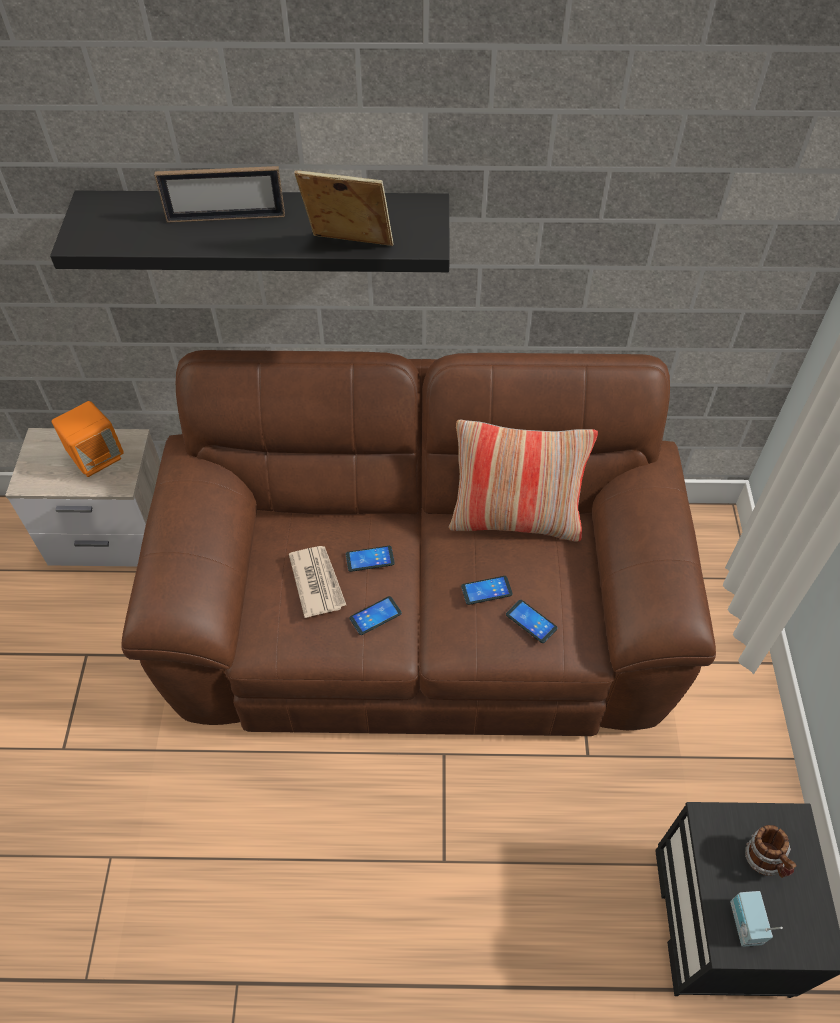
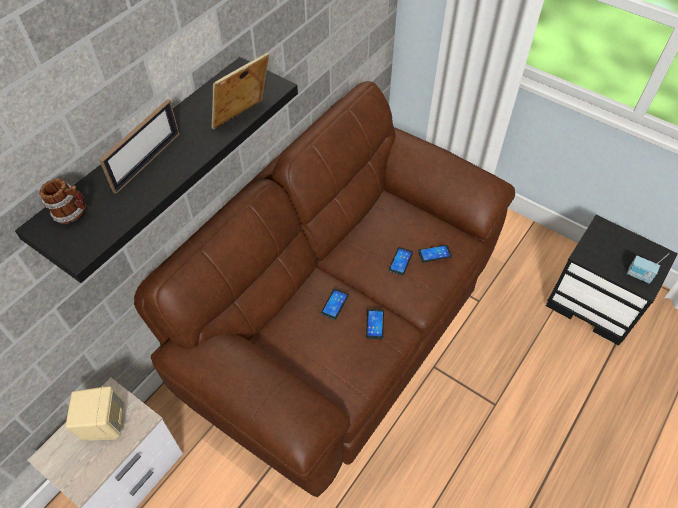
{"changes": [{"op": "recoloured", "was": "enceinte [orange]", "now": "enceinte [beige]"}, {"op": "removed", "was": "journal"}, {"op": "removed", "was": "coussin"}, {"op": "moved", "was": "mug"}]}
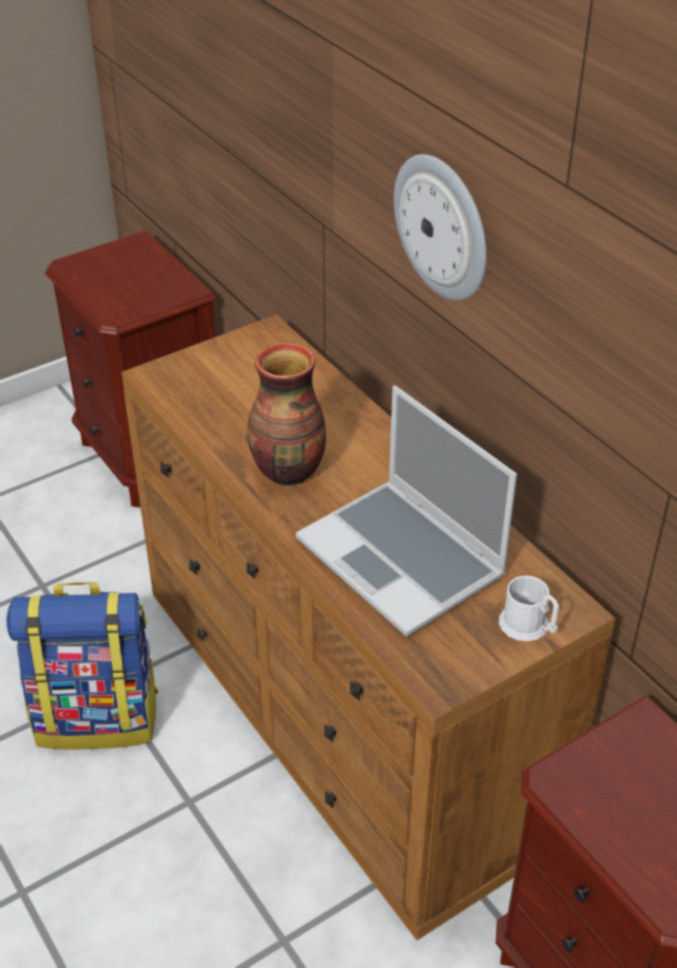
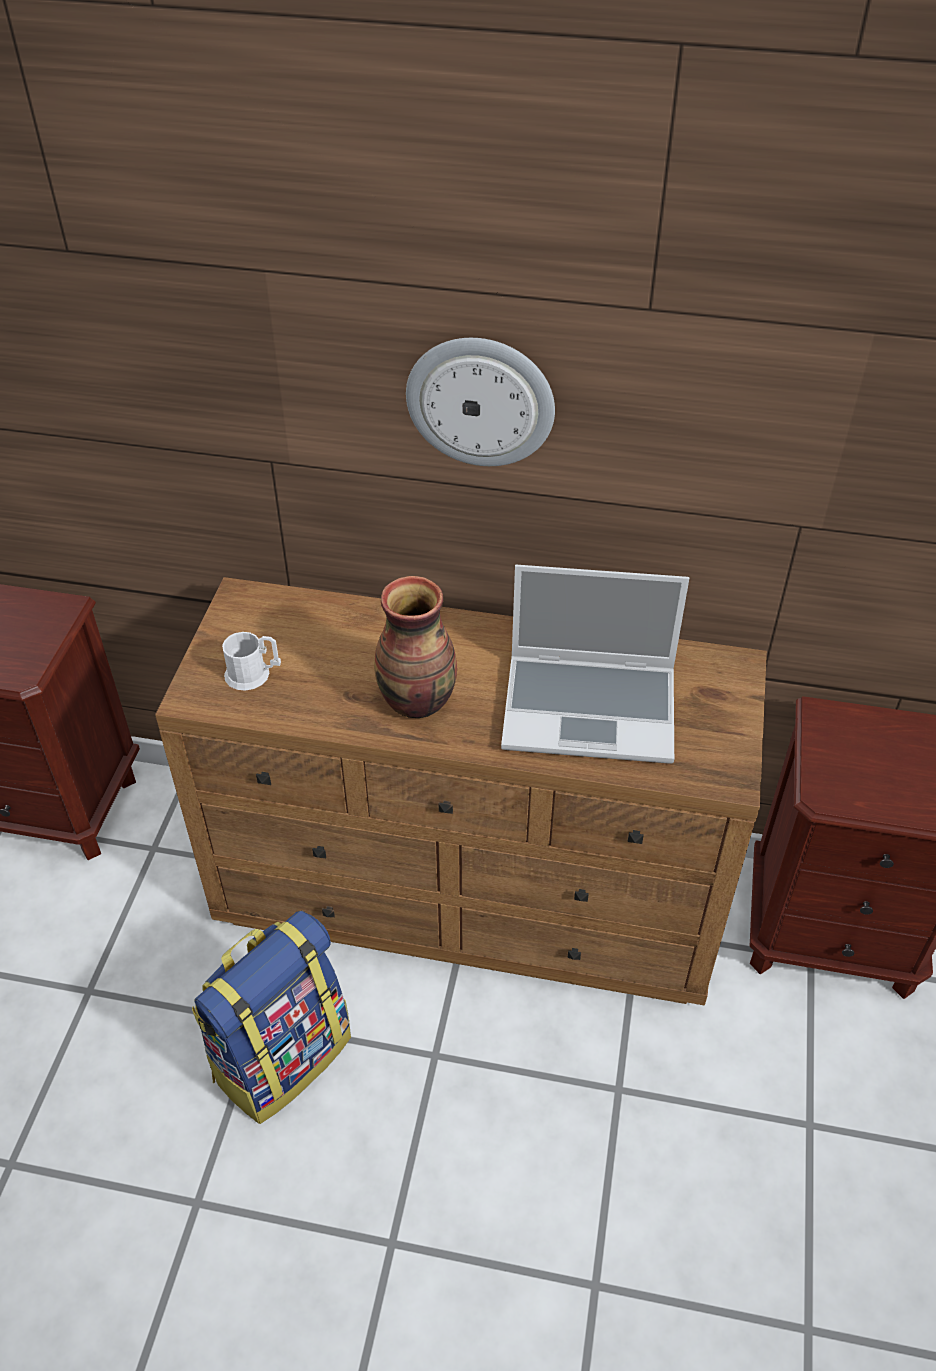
{"changes": [{"op": "moved", "was": "mug [blanc]"}]}
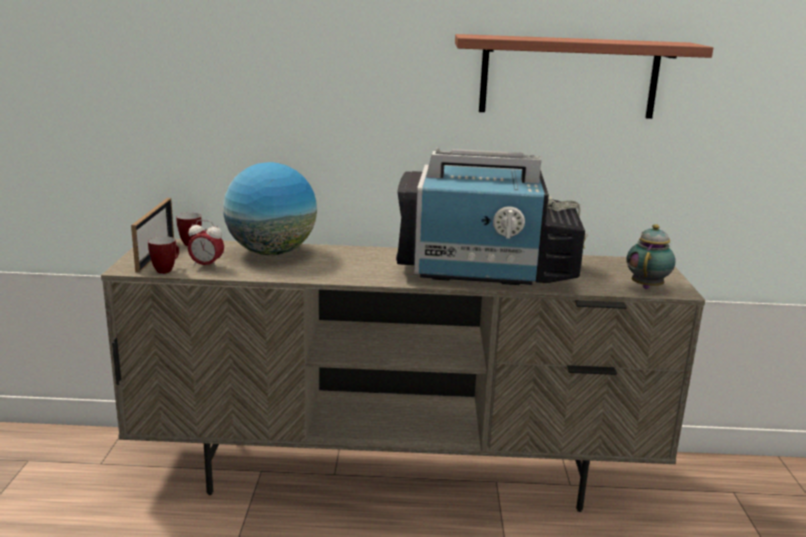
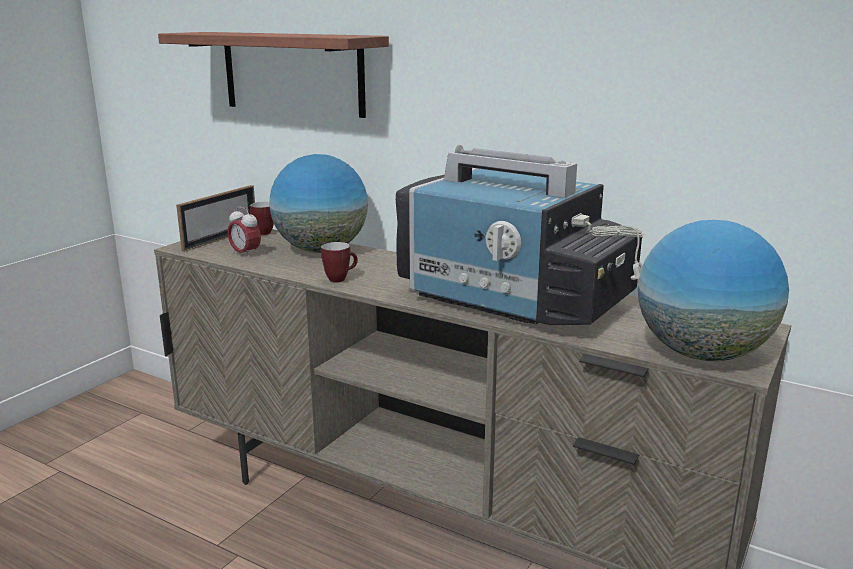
{"changes": [{"op": "moved", "was": "mug (1st from left in the first image)", "now": "mug (2nd from left)"}, {"op": "moved", "was": "étagère"}, {"op": "replaced", "was": "théière", "now": "globe (2nd from left)"}]}
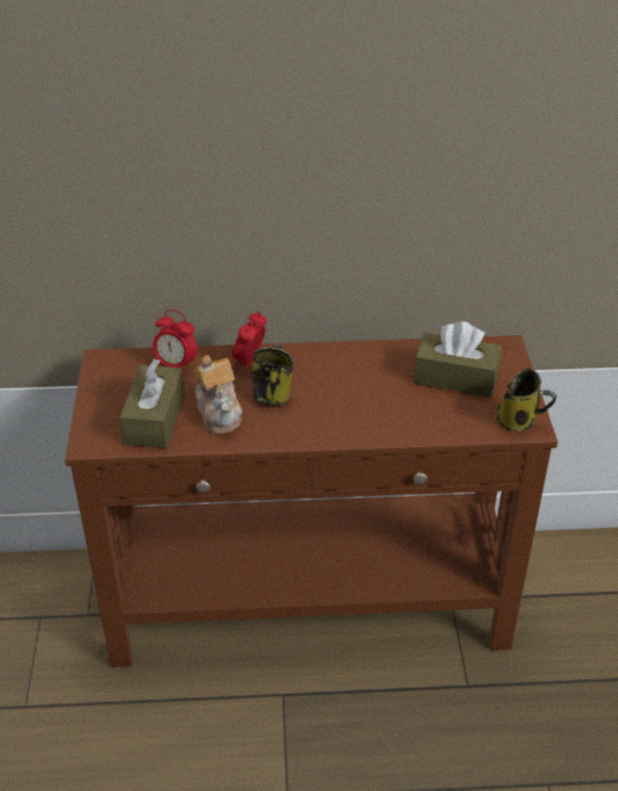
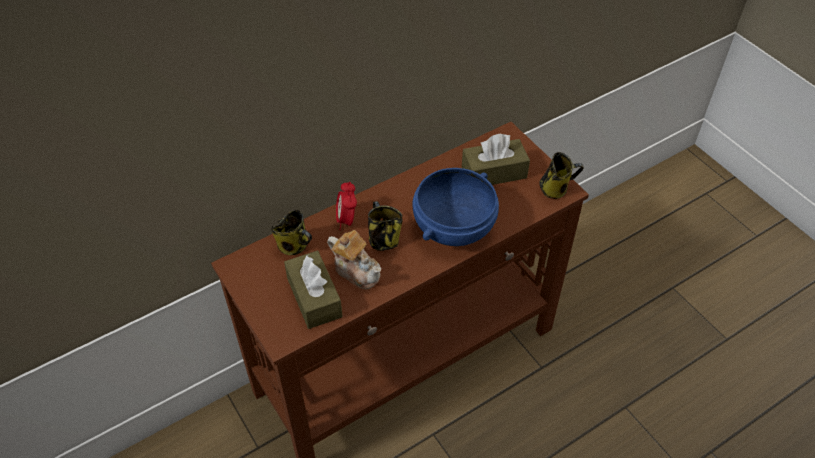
{"changes": [{"op": "replaced", "was": "réveil (1st from left)", "now": "mug (1st from left)"}, {"op": "added", "now": "bol [bleu]"}]}
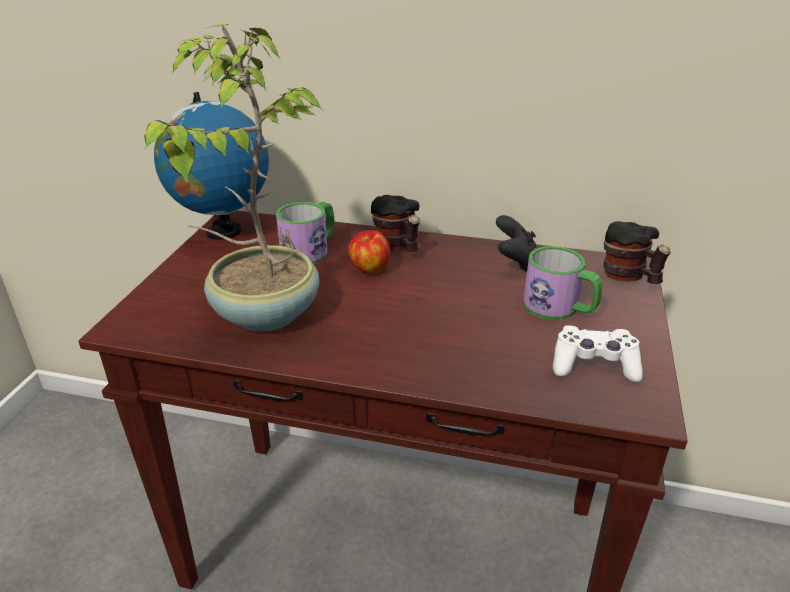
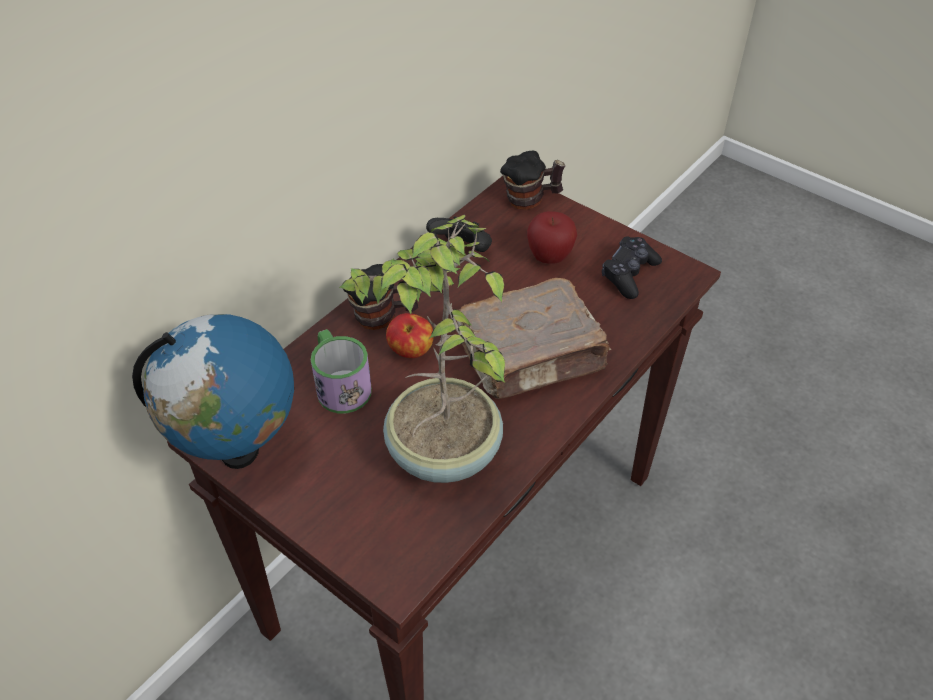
{"changes": [{"op": "replaced", "was": "mug (3rd from left)", "now": "pomme (2nd from left)"}, {"op": "recoloured", "was": "manette [blanc]", "now": "manette [noir] (2nd from left)"}, {"op": "added", "now": "livre [marron]"}]}
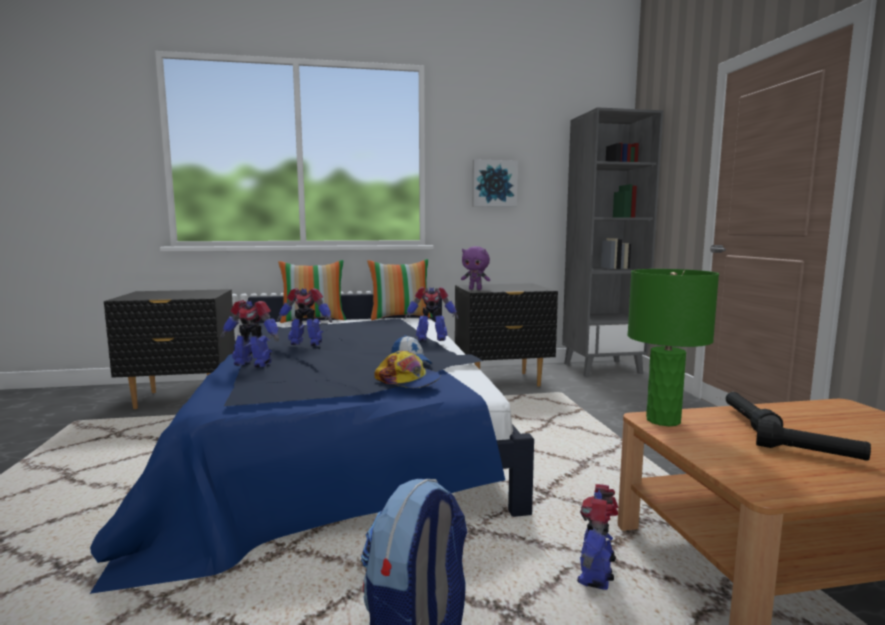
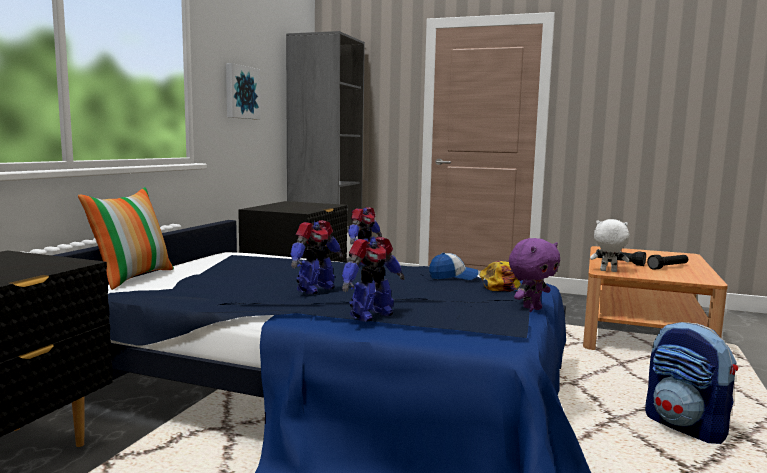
{"changes": [{"op": "removed", "was": "coussin (2nd from left)"}, {"op": "moved", "was": "peluche [violet]"}, {"op": "removed", "was": "robot jouet (4th from left)"}, {"op": "replaced", "was": "lampe de table [vert]", "now": "peluche [blanc]"}]}
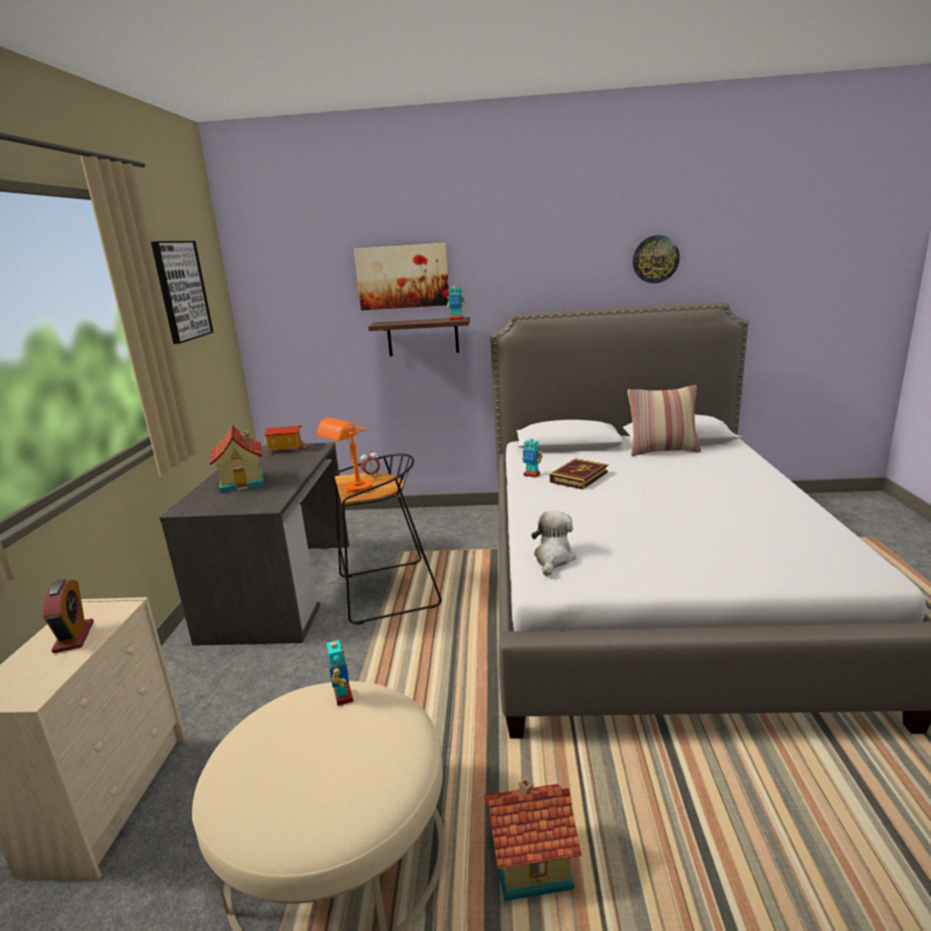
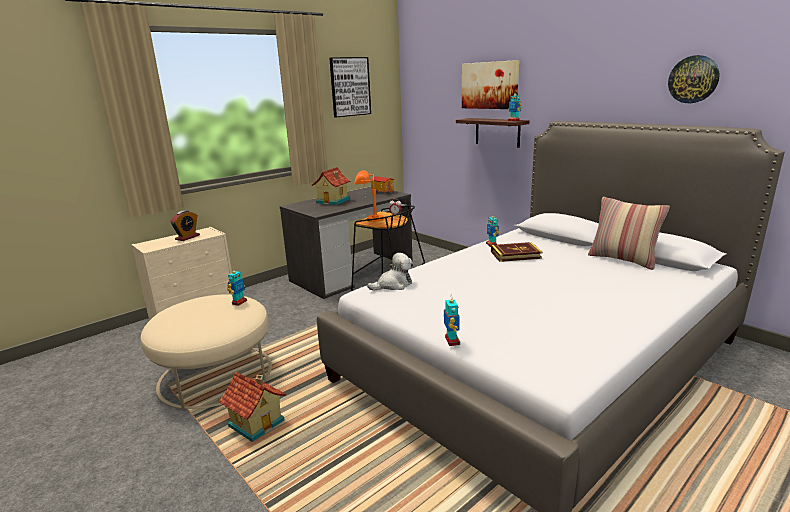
{"changes": [{"op": "added", "now": "robot jouet (2nd from left)"}]}
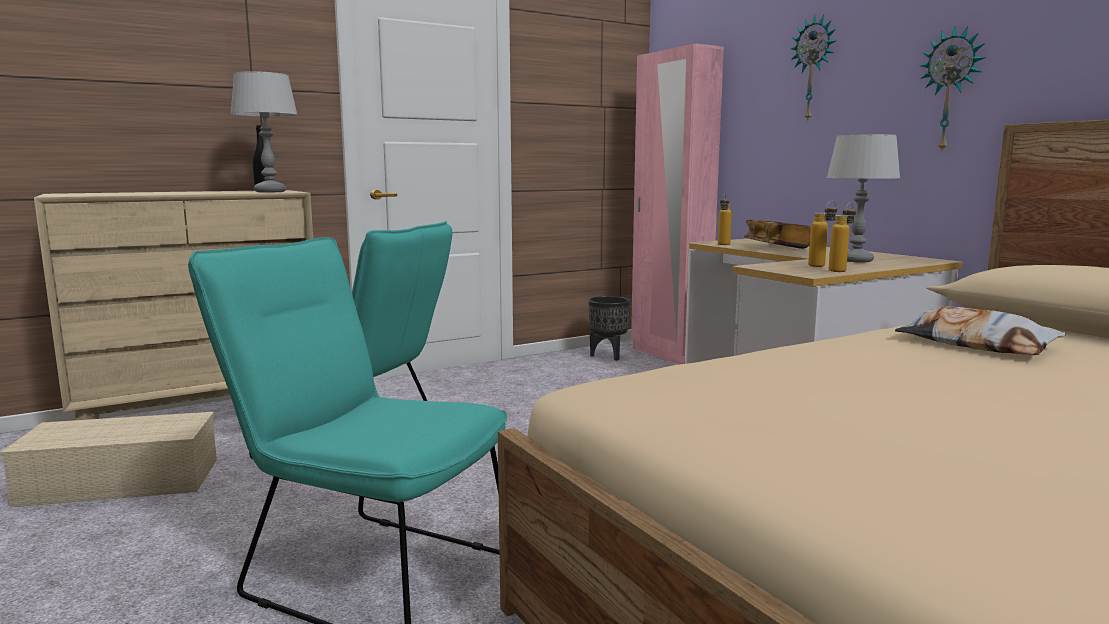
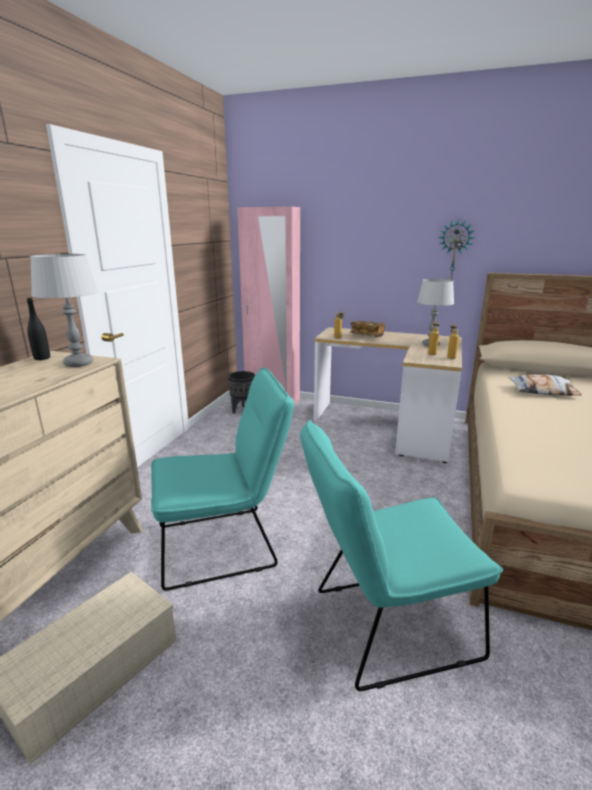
{"changes": [{"op": "removed", "was": "horloge murale (1st from left)"}]}
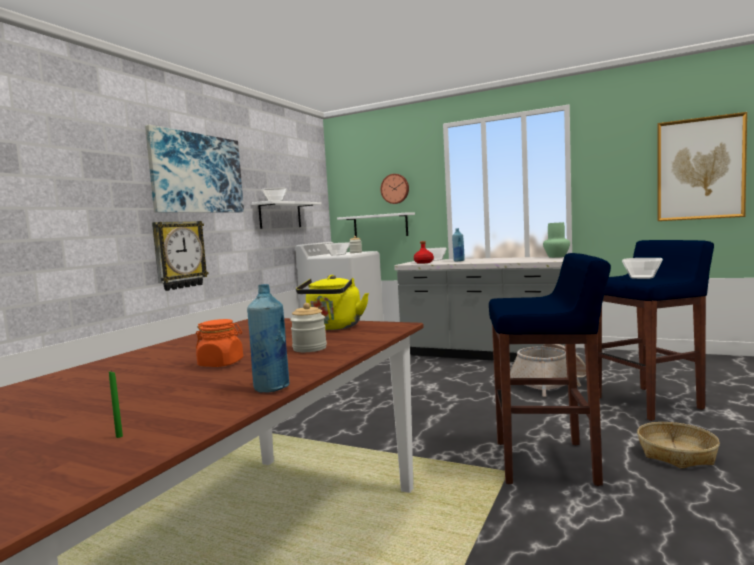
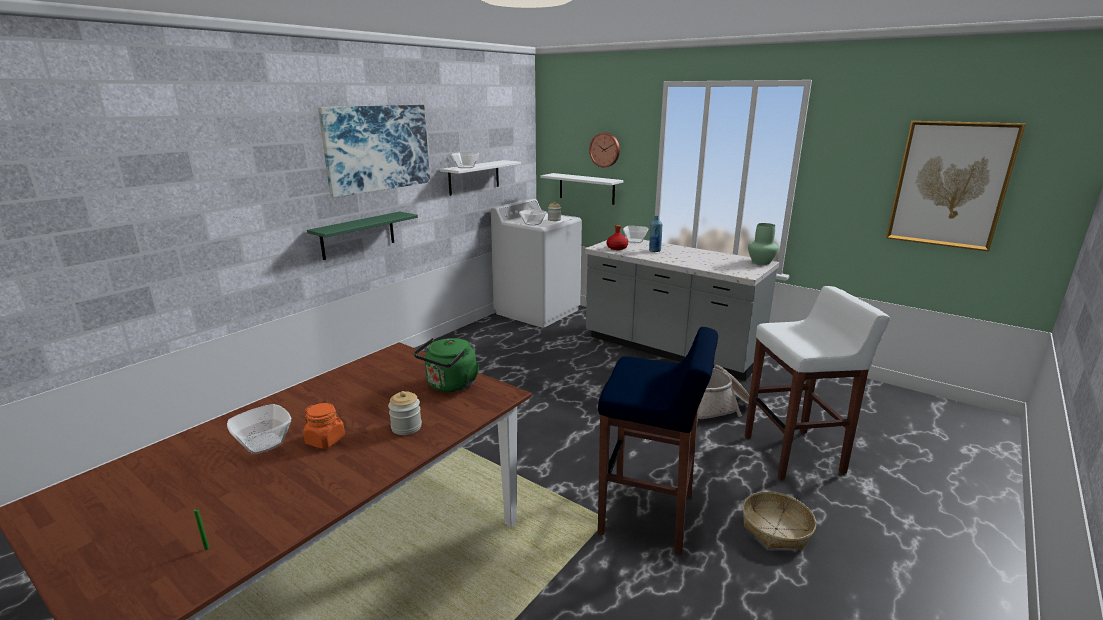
{"changes": [{"op": "replaced", "was": "horloge murale (1st from left)", "now": "étagère [vert]"}, {"op": "removed", "was": "bouteille [bleu] (1st from left)"}, {"op": "recoloured", "was": "bouilloire [jaune]", "now": "bouilloire [vert]"}, {"op": "recoloured", "was": "tabouret [bleu] (2nd from left)", "now": "tabouret [blanc]"}, {"op": "moved", "was": "bol (4th from left in the first image)", "now": "bol (1st from left)"}]}
